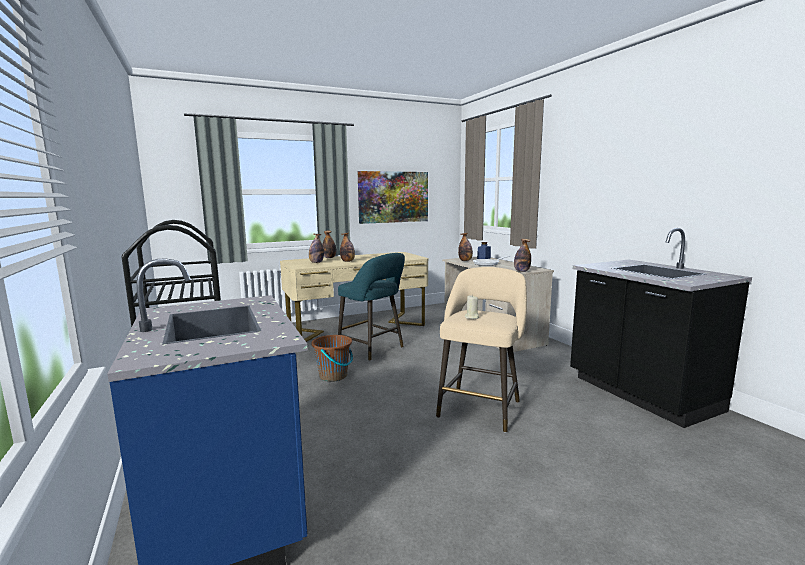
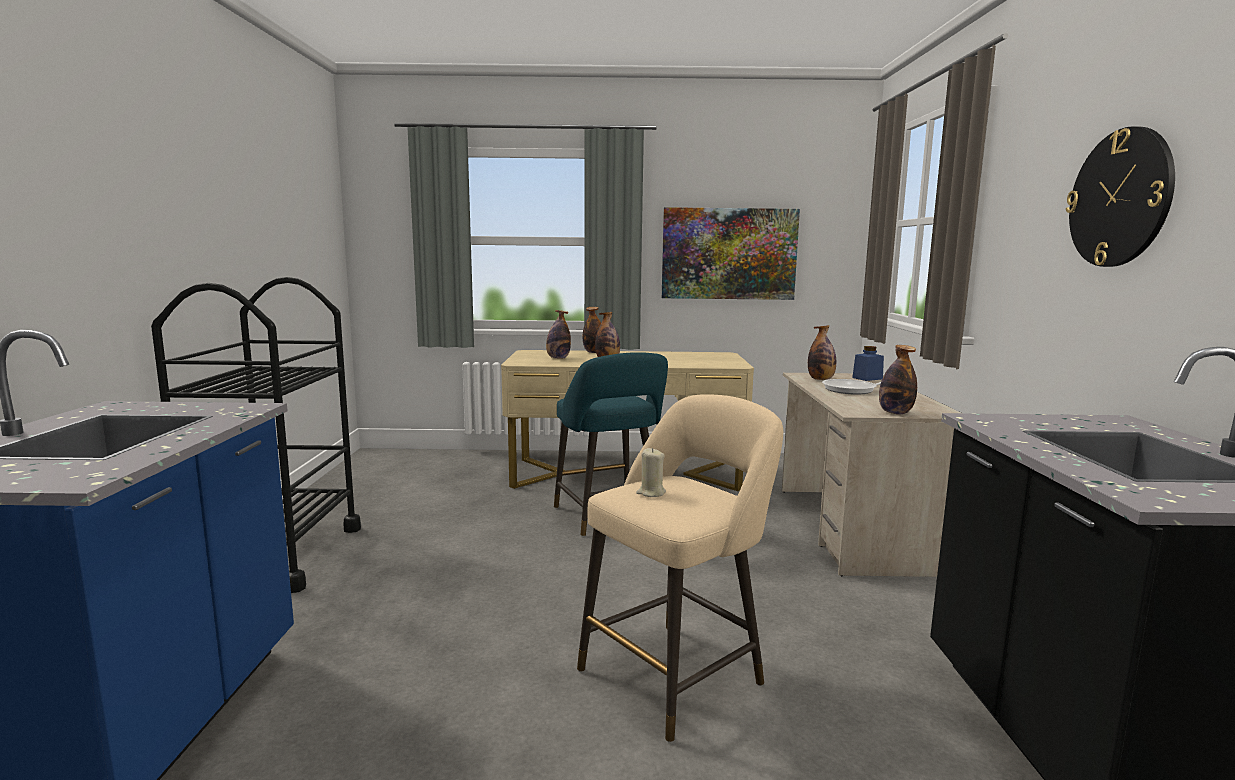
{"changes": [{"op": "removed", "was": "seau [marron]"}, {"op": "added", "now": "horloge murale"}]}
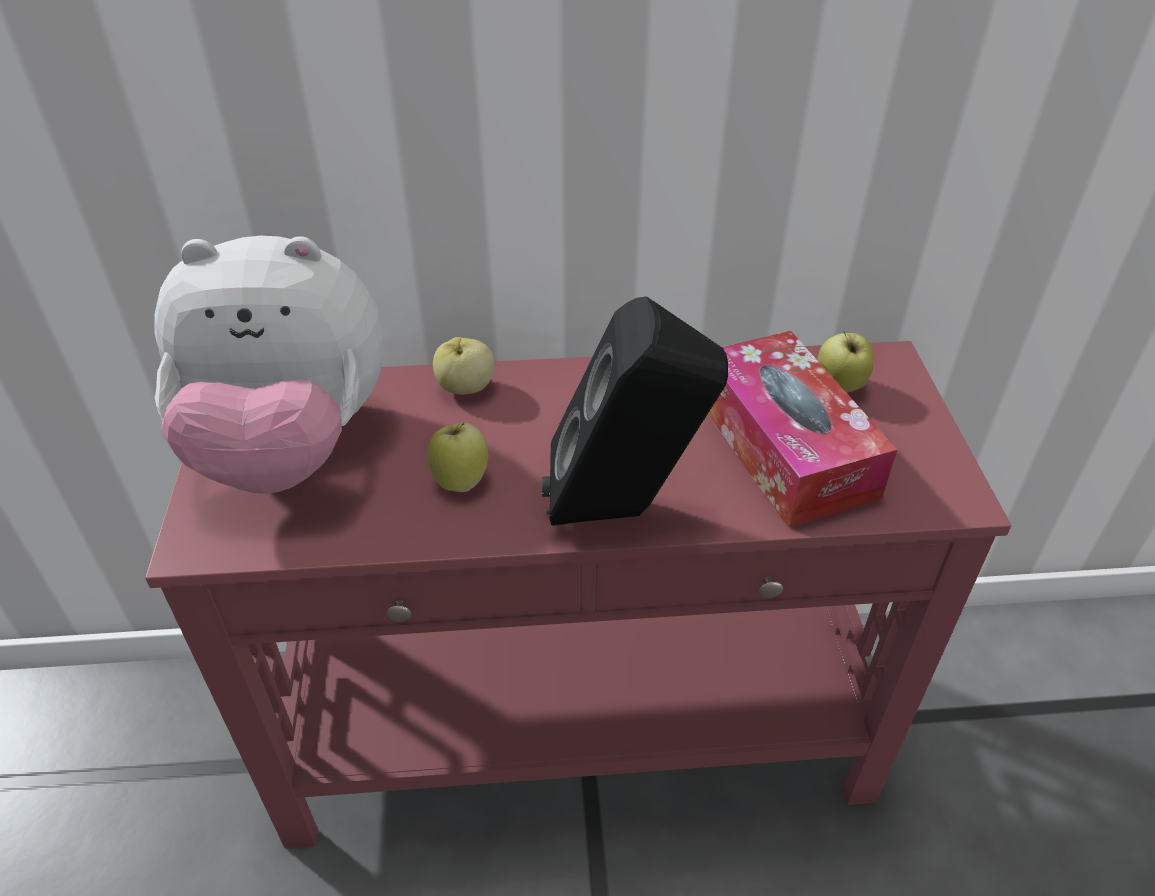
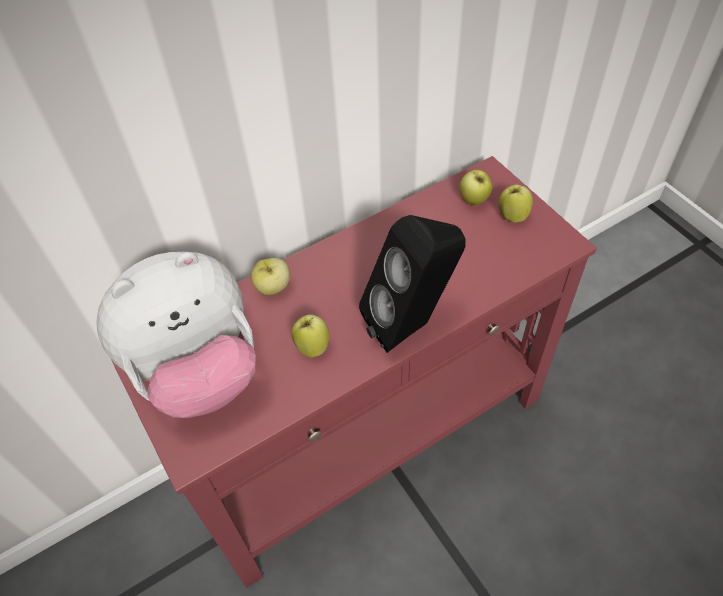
{"changes": [{"op": "removed", "was": "boîte à mouchoirs"}, {"op": "added", "now": "pomme (4th from left)"}]}
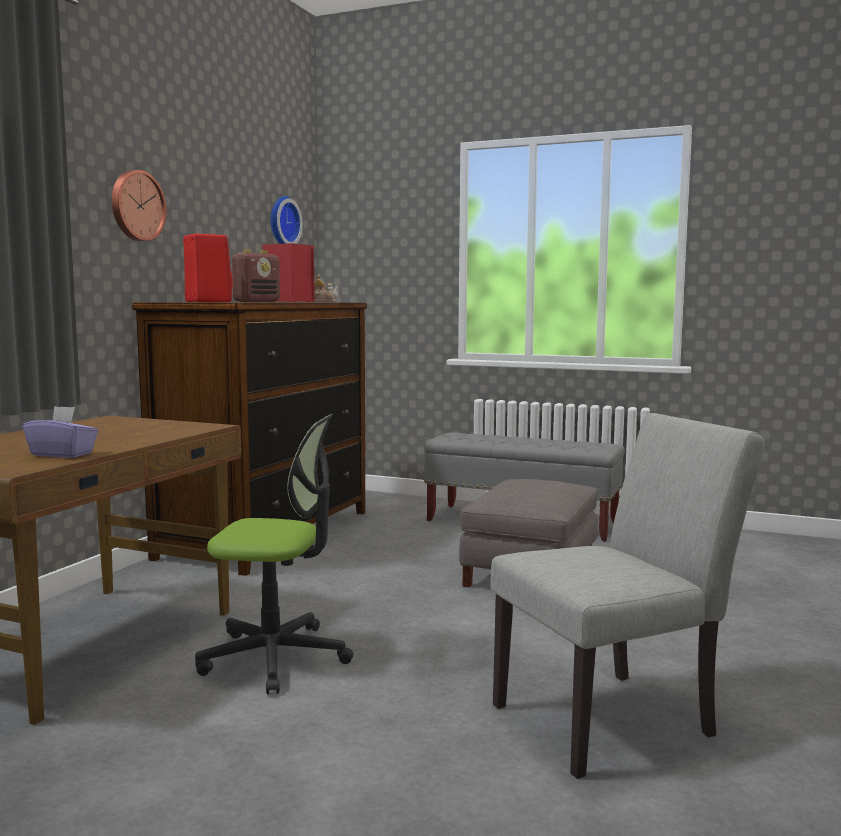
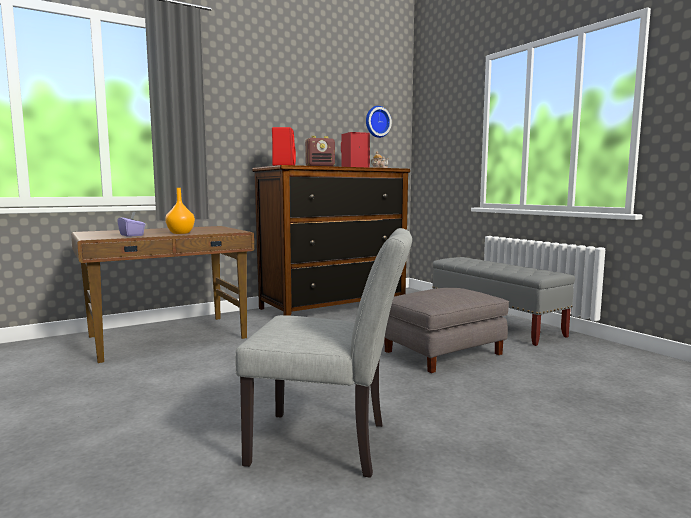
{"changes": [{"op": "removed", "was": "horloge murale (1st from left)"}, {"op": "removed", "was": "chaise de bureau"}, {"op": "added", "now": "vase [orange]"}]}
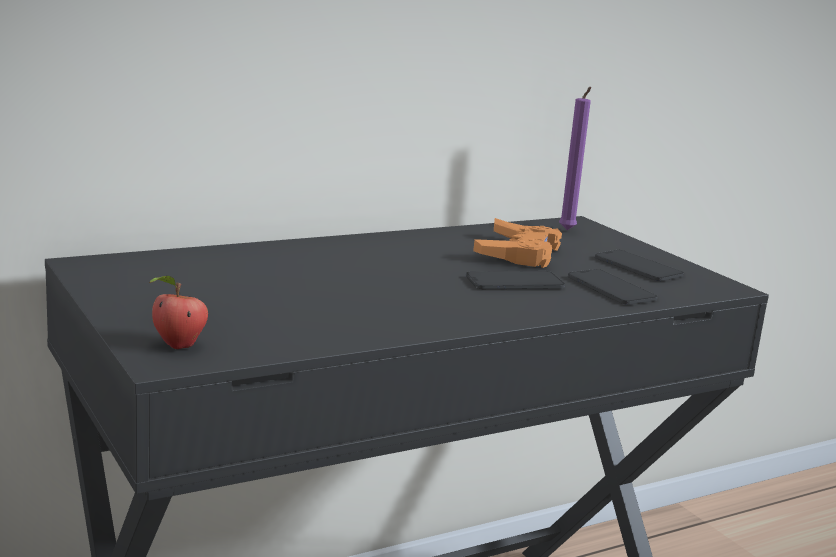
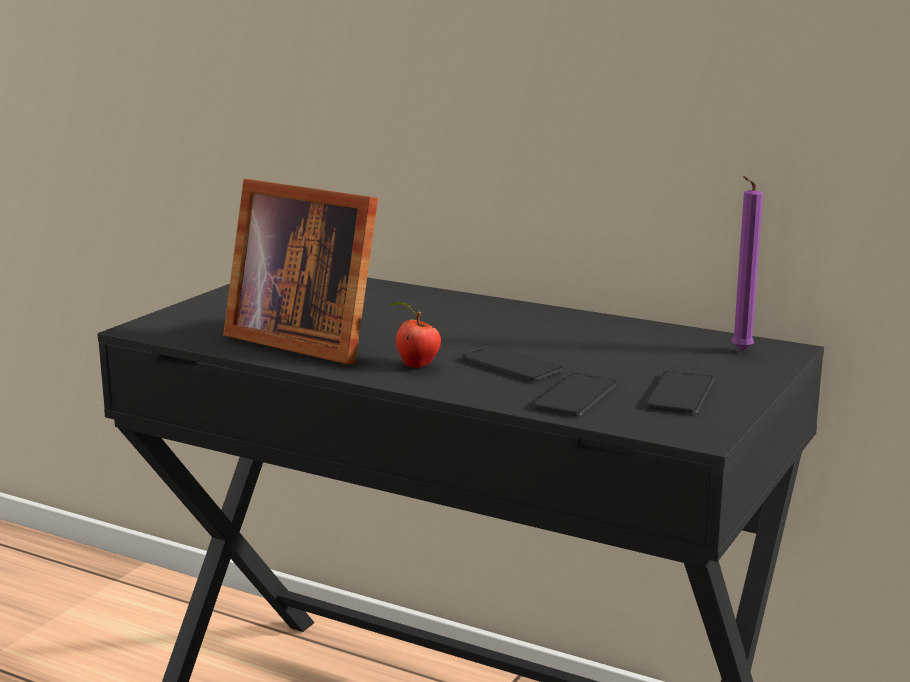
{"changes": [{"op": "moved", "was": "pomme"}, {"op": "removed", "was": "manette [orange]"}, {"op": "added", "now": "cadre photo"}]}
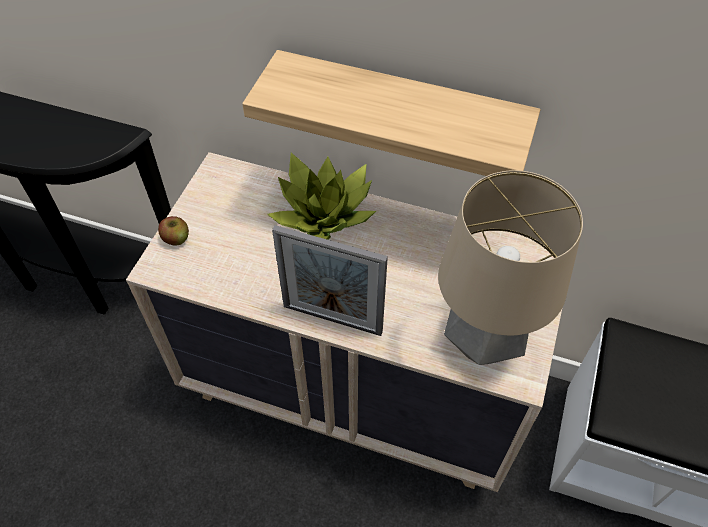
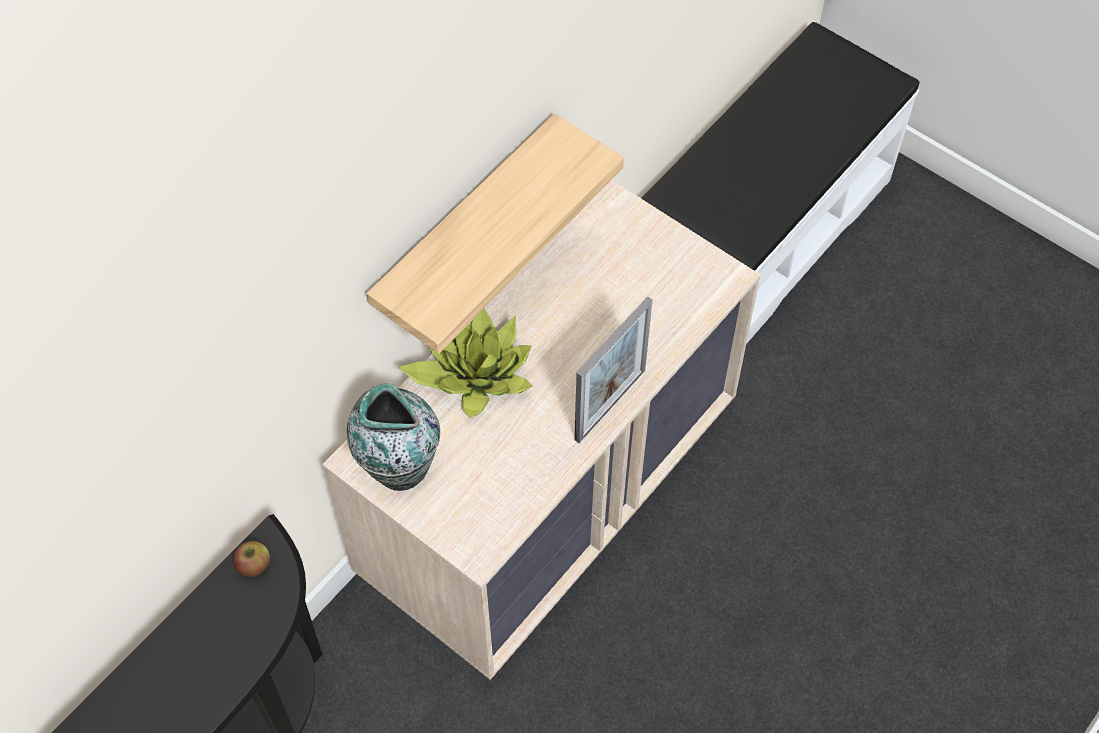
{"changes": [{"op": "moved", "was": "pomme"}, {"op": "removed", "was": "lampe de table"}, {"op": "added", "now": "vase"}]}
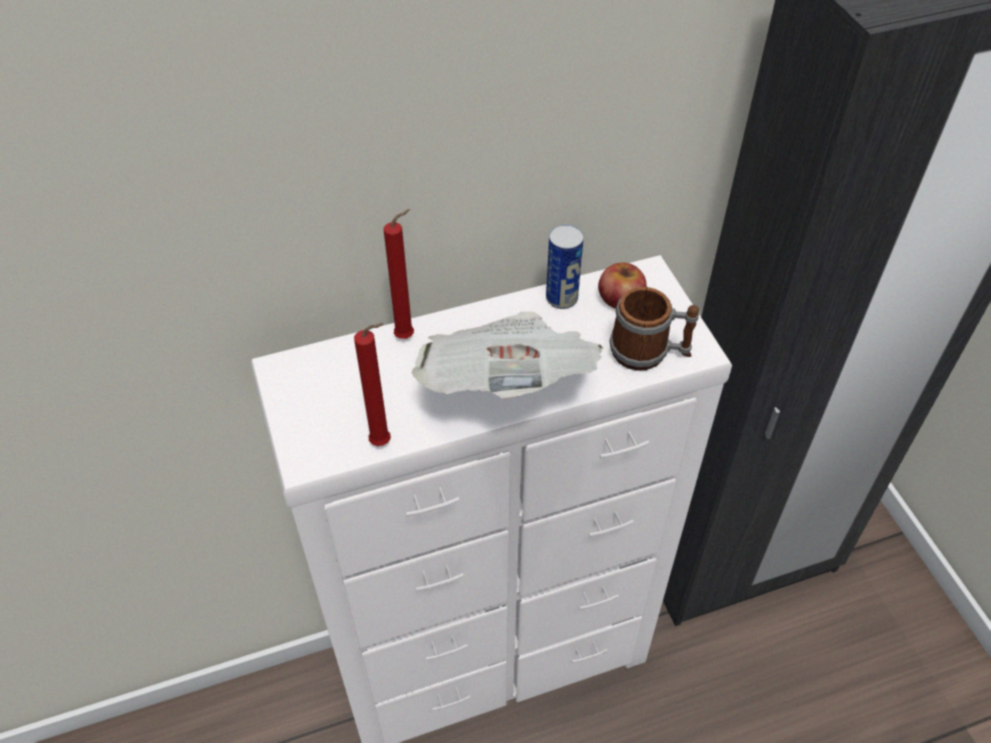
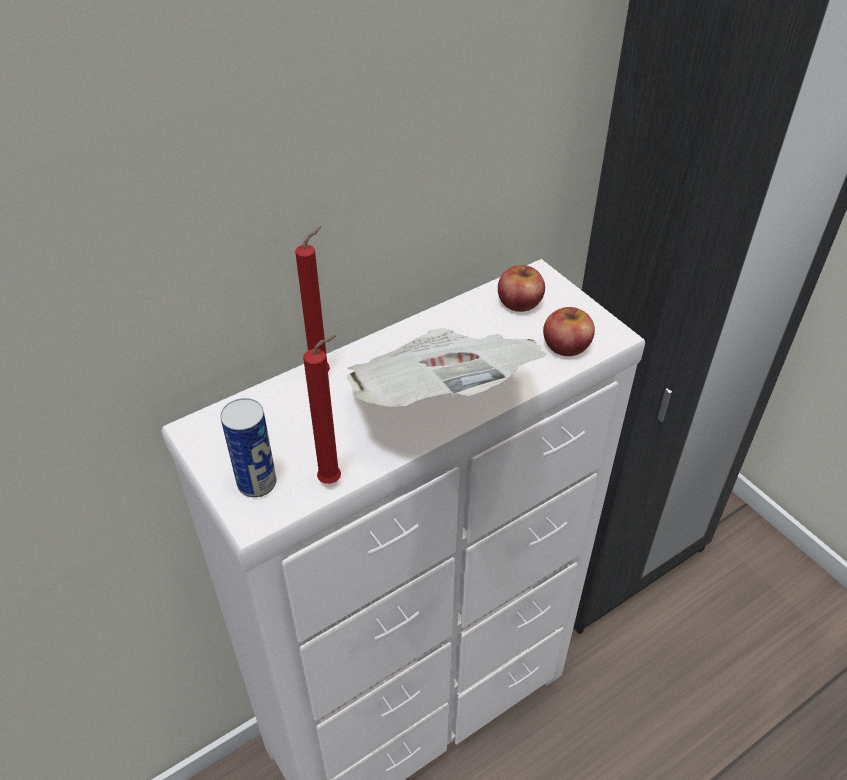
{"changes": [{"op": "moved", "was": "boîte métallique"}, {"op": "replaced", "was": "mug", "now": "pomme (2nd from left)"}]}
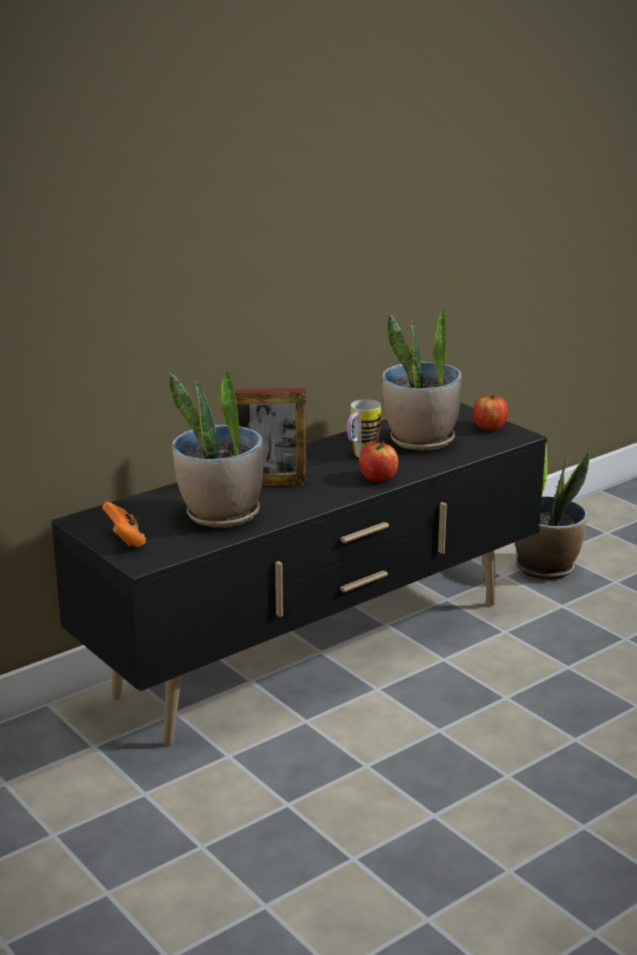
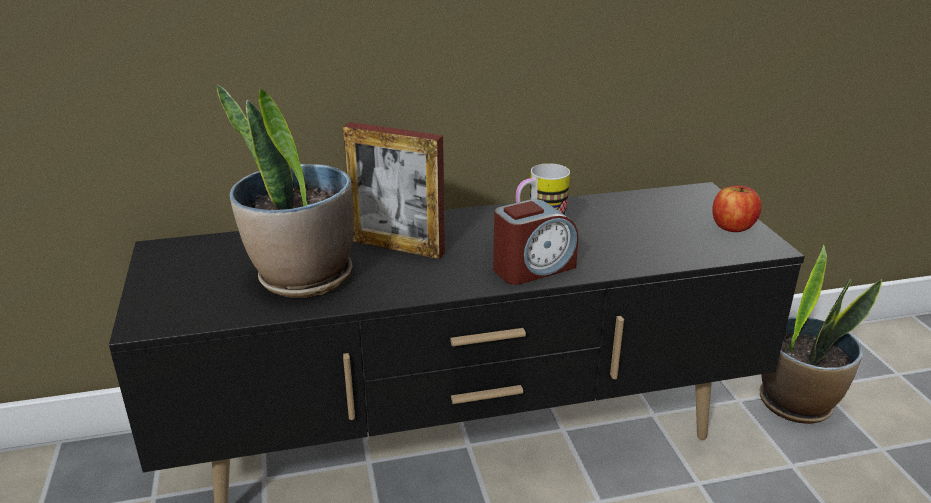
{"changes": [{"op": "removed", "was": "manette [orange]"}, {"op": "replaced", "was": "pomme (1st from left)", "now": "réveil"}, {"op": "removed", "was": "plante en pot (2nd from left)"}]}
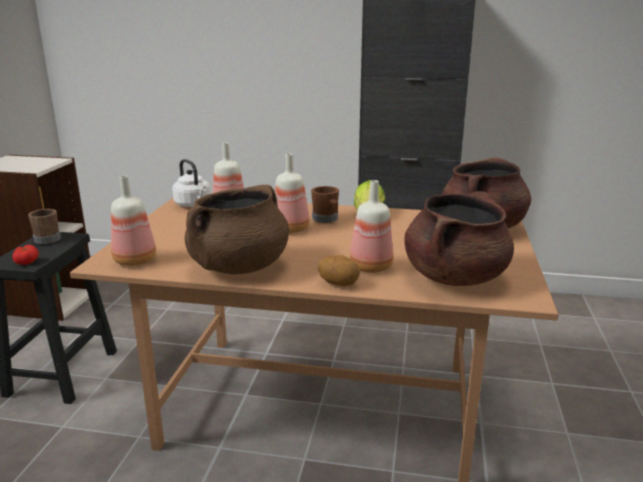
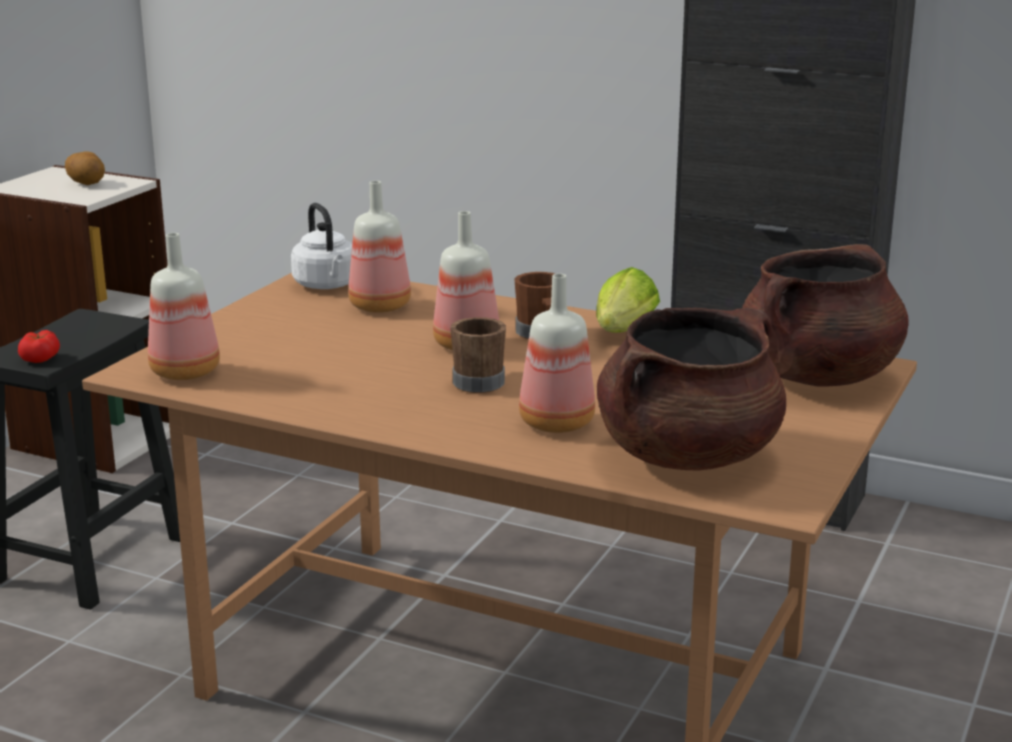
{"changes": [{"op": "moved", "was": "mug [marron] (1st from left)"}, {"op": "removed", "was": "marmite [marron] (1st from left)"}, {"op": "moved", "was": "pomme de terre"}]}
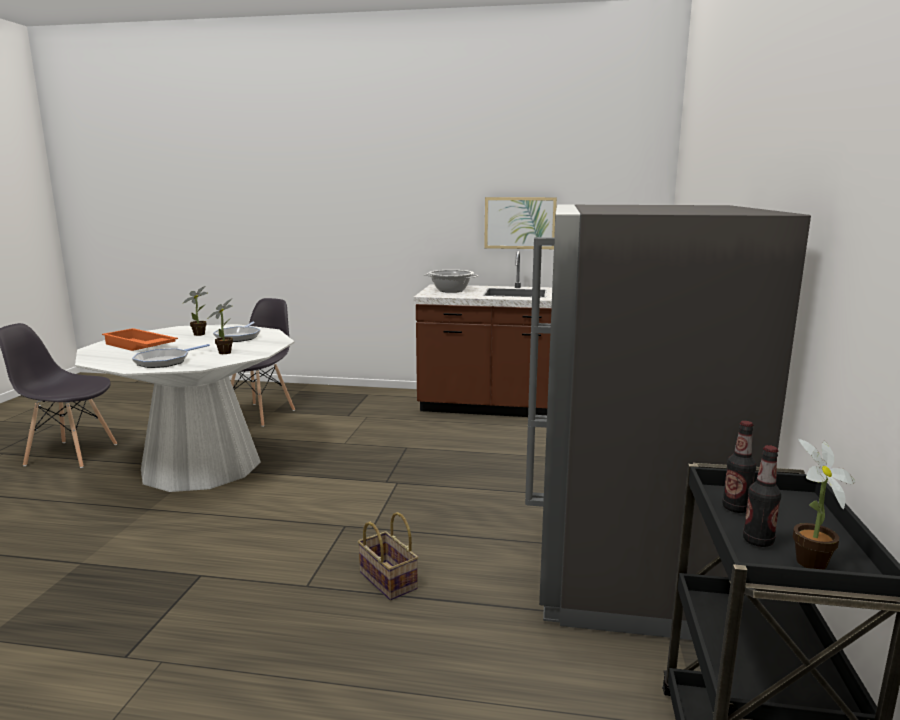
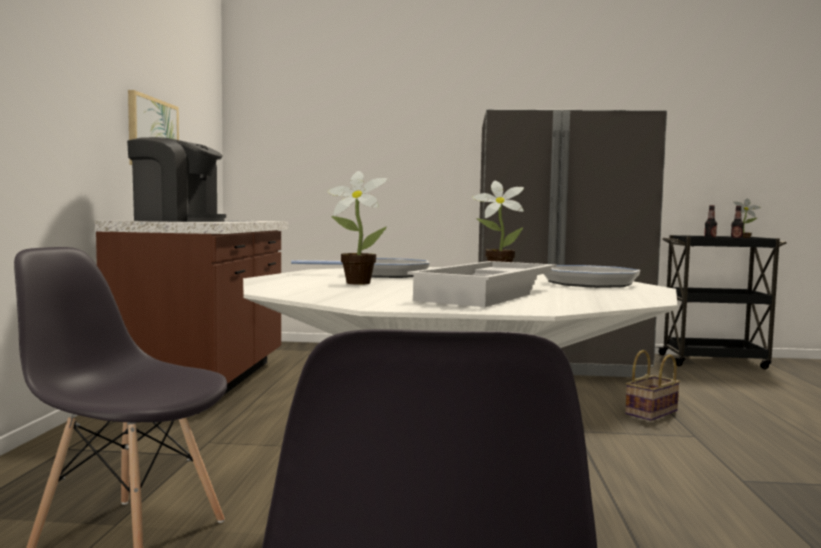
{"changes": [{"op": "recoloured", "was": "plateau [orange]", "now": "plateau [blanc]"}, {"op": "replaced", "was": "marmite", "now": "machine à café"}]}
